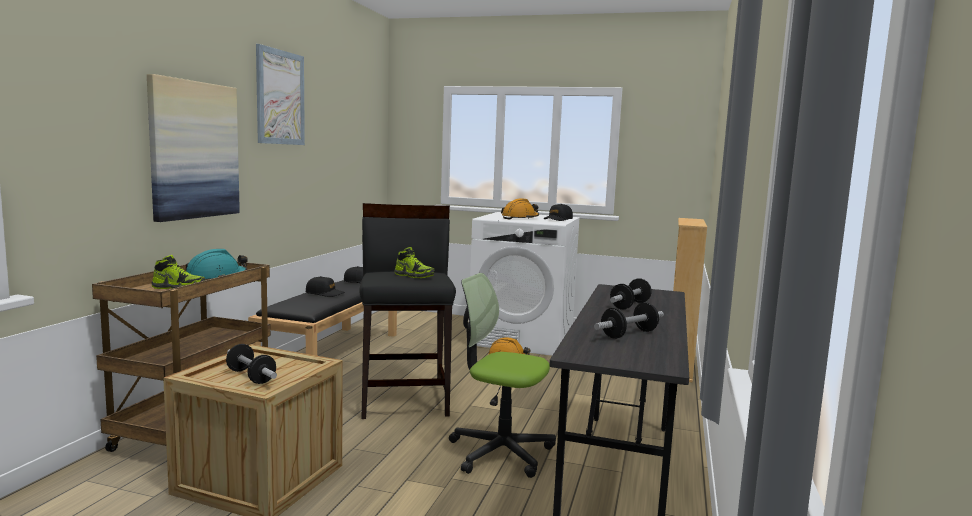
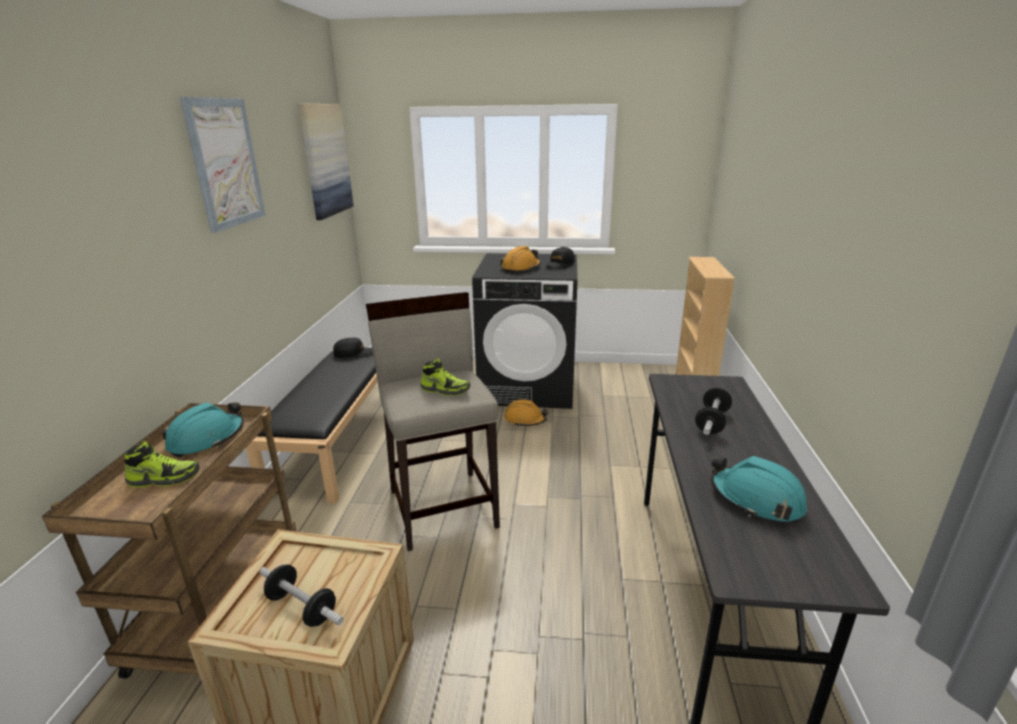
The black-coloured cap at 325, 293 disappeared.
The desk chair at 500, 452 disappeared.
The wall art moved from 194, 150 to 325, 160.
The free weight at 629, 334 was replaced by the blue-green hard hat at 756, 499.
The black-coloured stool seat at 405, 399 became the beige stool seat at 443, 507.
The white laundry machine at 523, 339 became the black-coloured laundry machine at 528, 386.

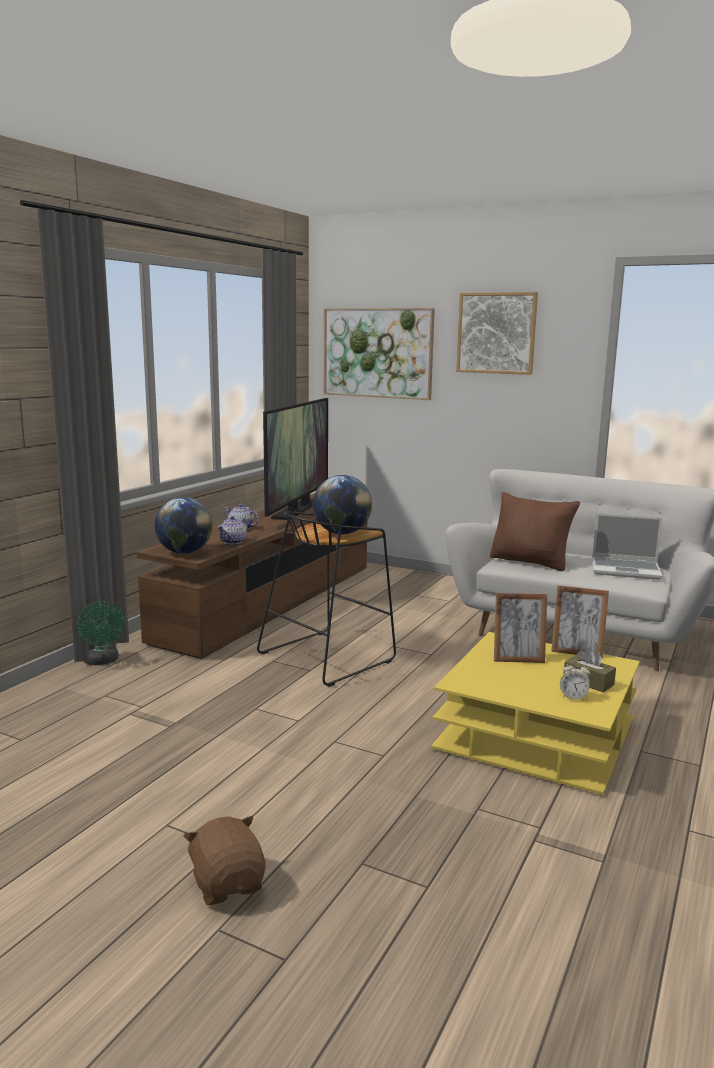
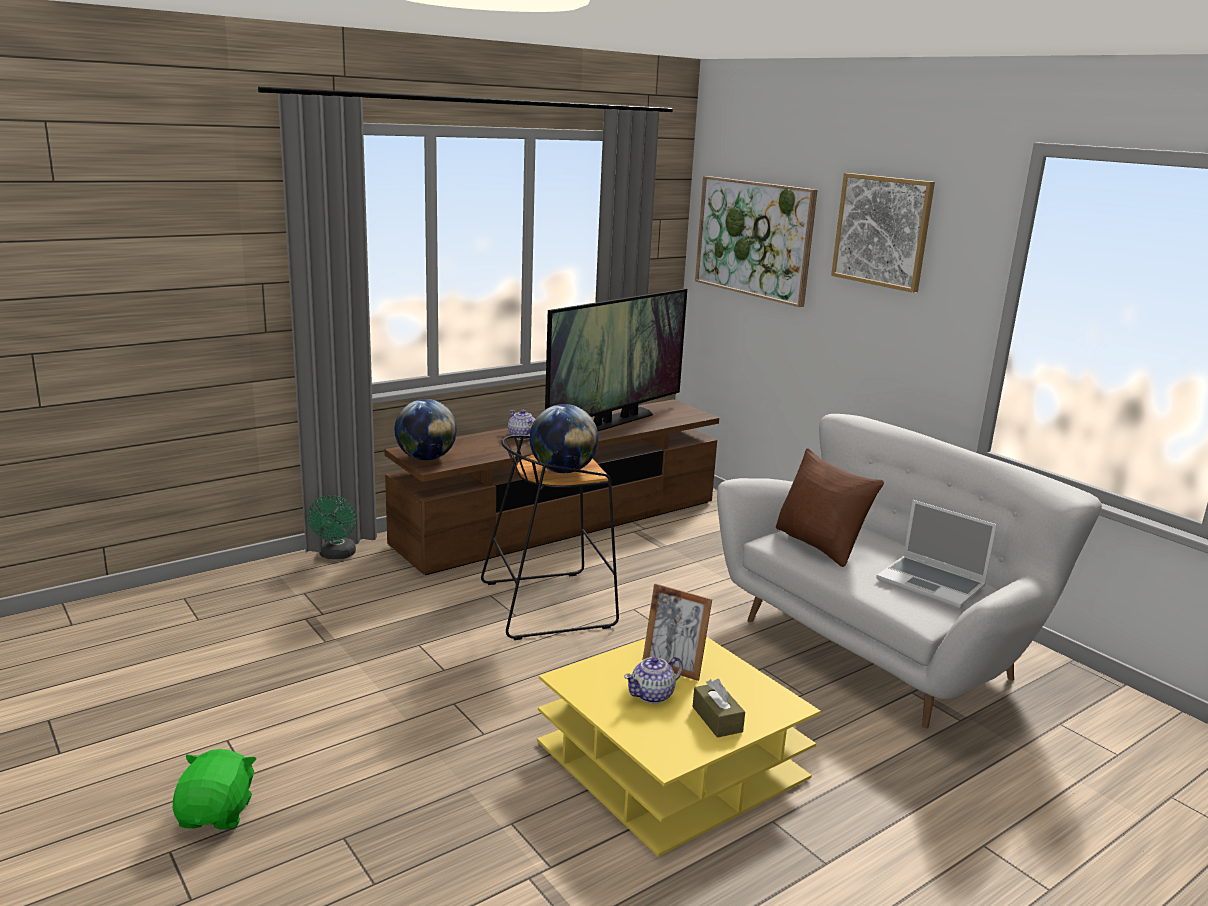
The standing frame at 576, 652 disappeared.
The alarm clock at 573, 697 disappeared.
The pot for tea moved from 233, 542 to 653, 695.
The brown cuddly toy at 228, 884 became the green cuddly toy at 217, 813.

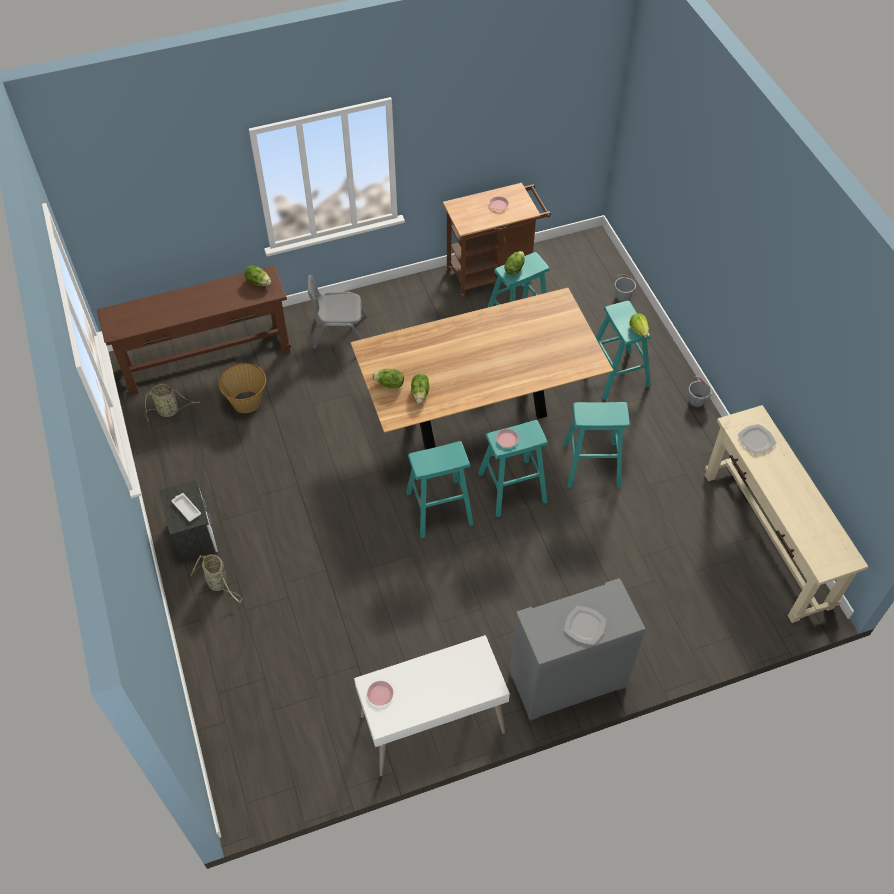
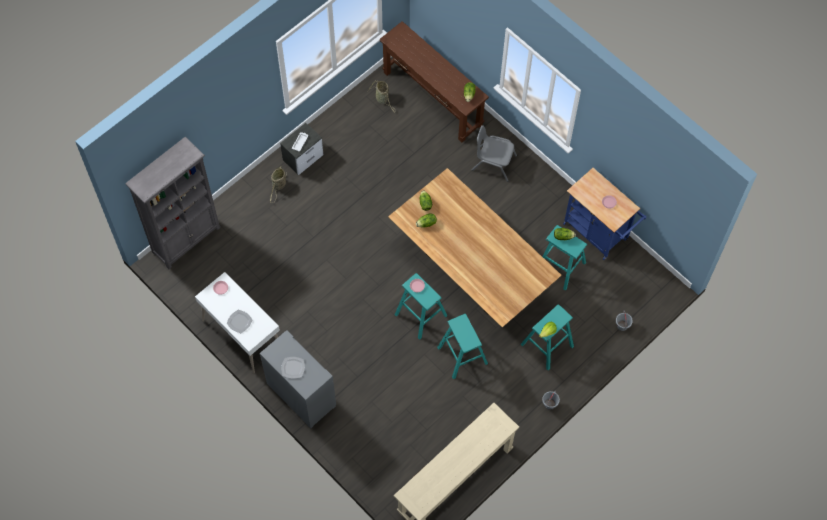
The storage basket at 247, 401 disappeared.
The blue-green stool seat at 439, 508 disappeared.
The grey shelving unit at 186, 239 appeared.
The dinner plate moved from 756, 440 to 240, 321.
The brown wheeled cart at 493, 273 became the bluish wheeled cart at 598, 234.
The grey upright chair at 340, 332 turned 45 degrees counterclockwise.

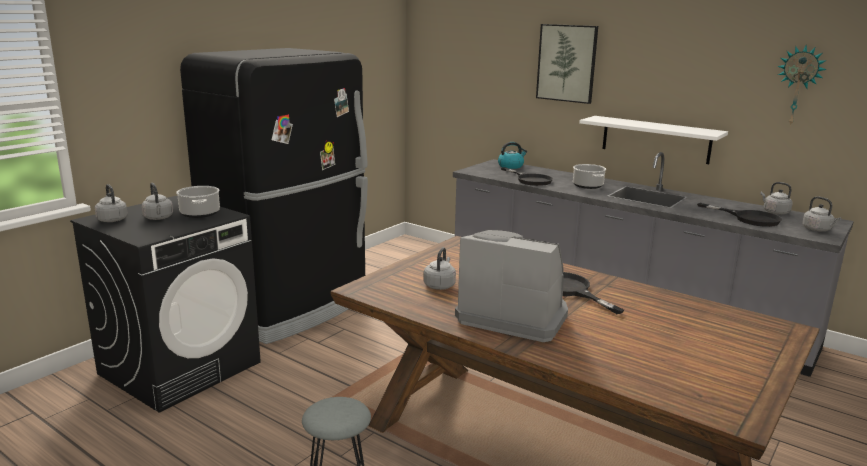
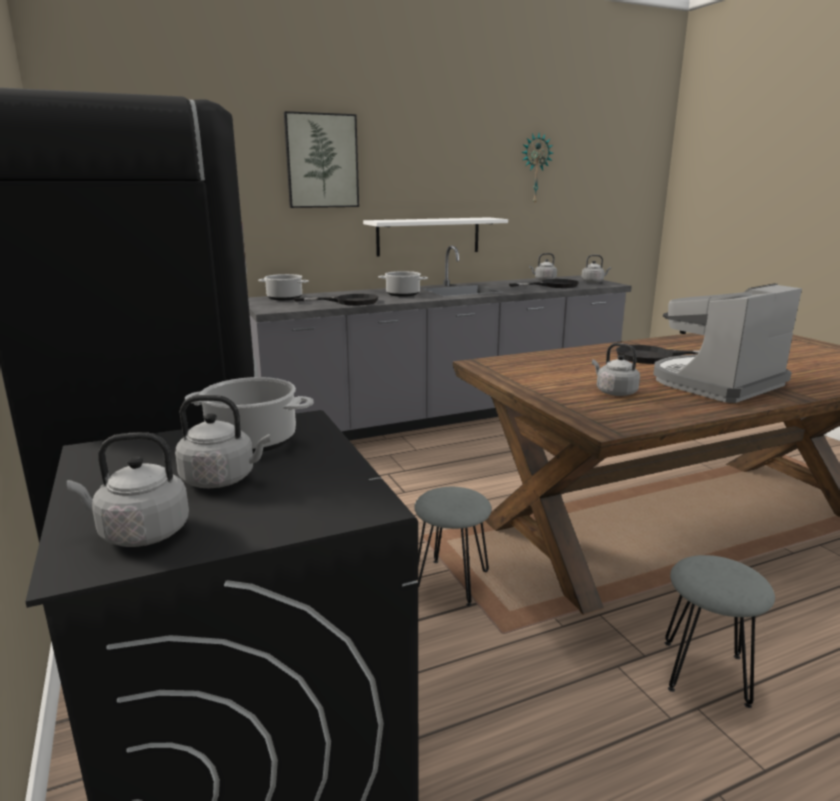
The grey stool seat at 450, 582 appeared.
The tea kettle at 511, 166 was replaced by the stockpot at 284, 298.

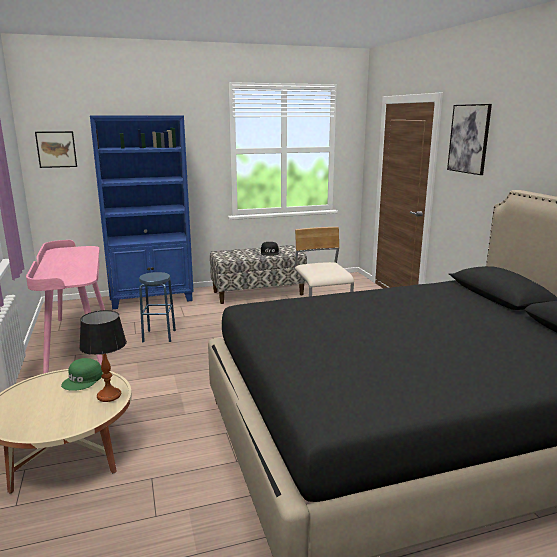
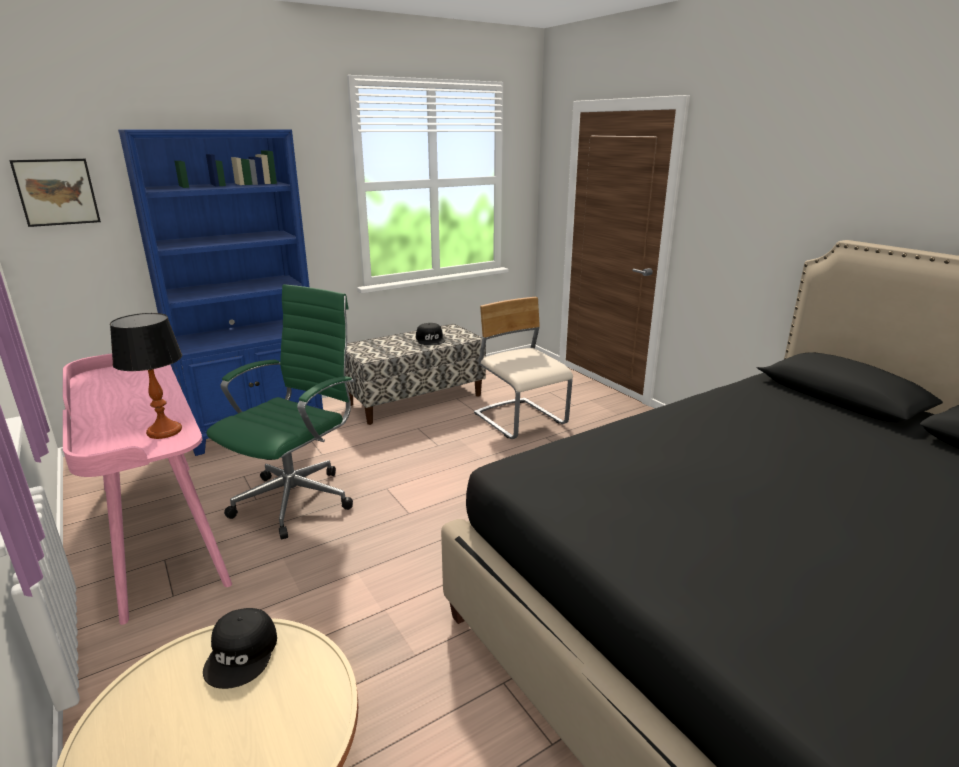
The wall art at 469, 139 disappeared.
The tabletop lamp moved from 108, 395 to 164, 431.
The bluish stool seat at 159, 336 was replaced by the green desk chair at 298, 498.
The green cap at 83, 380 became the black-coloured cap at 242, 653.

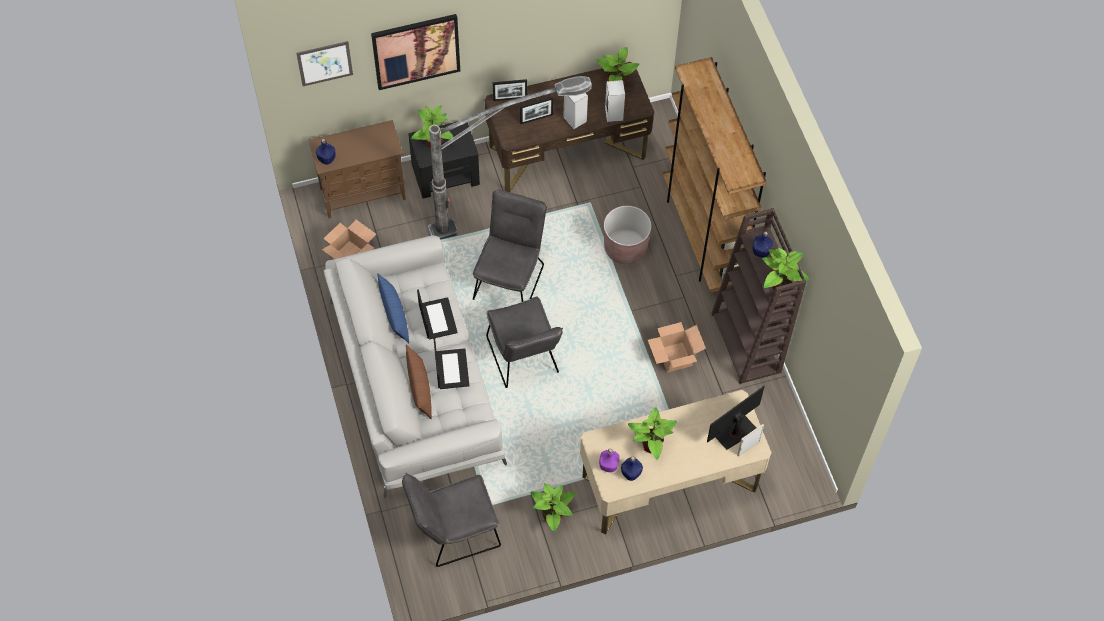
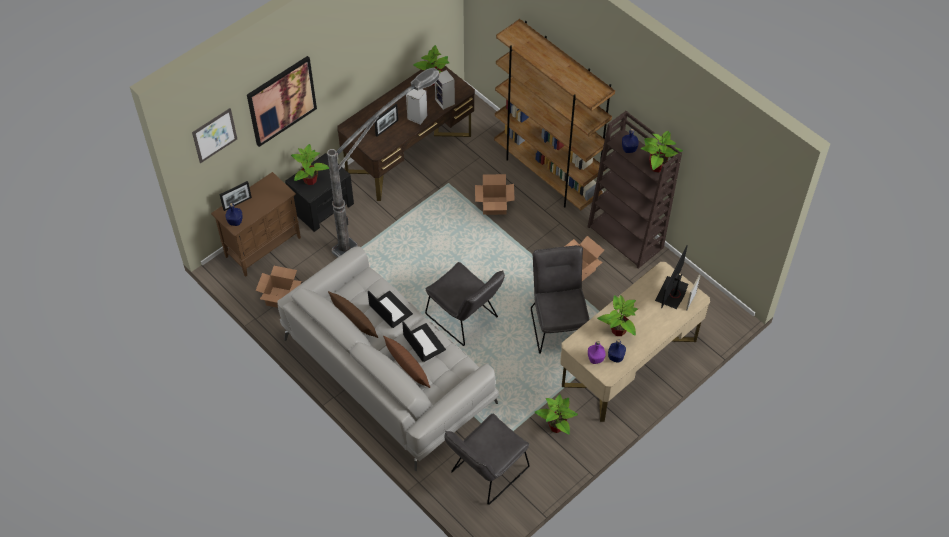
The grey upright chair moved from 510, 277 to 558, 323.
The standing frame moved from 510, 98 to 237, 203.
The brown plant pot at 625, 248 was replaced by the packing box at 494, 205.
The bluish cushion at 394, 315 became the brown cushion at 354, 322.

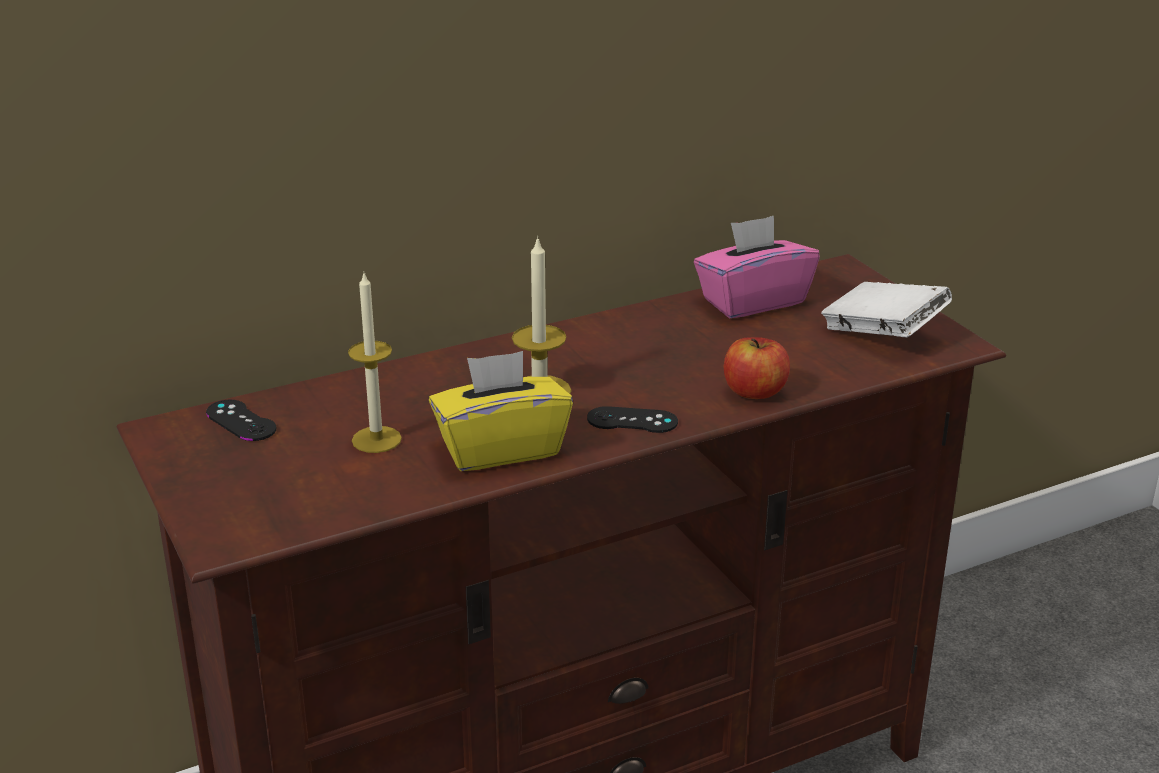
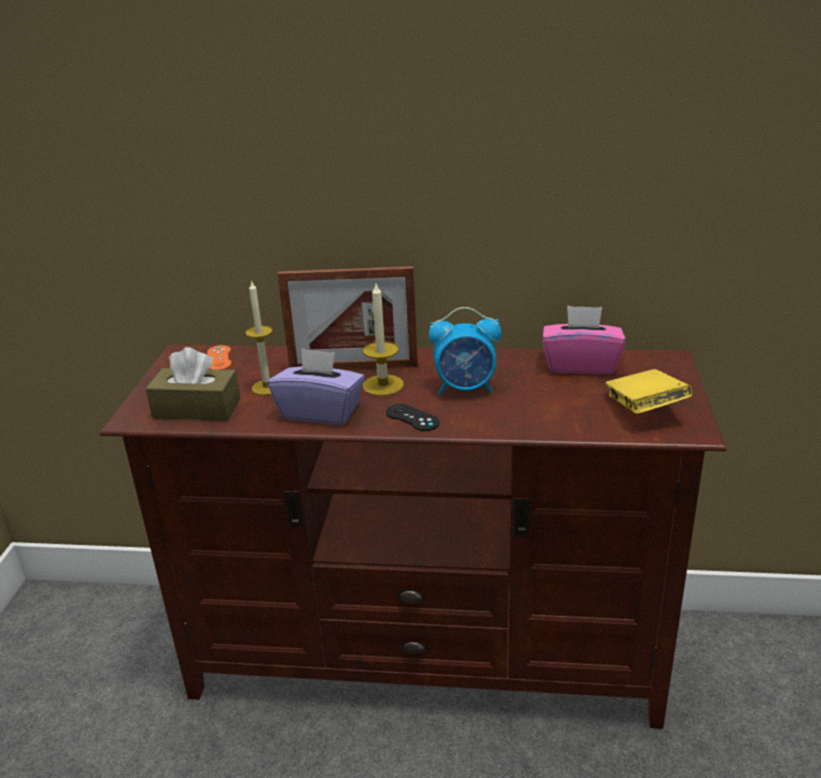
The apple fruit at 754, 392 disappeared.
The brown tissue box at 197, 409 appeared.
The standing frame at 353, 367 appeared.
The alarm clock at 466, 388 appeared.
The black-coloured joypad at 241, 421 became the orangey joypad at 219, 358.
The yellowish tissue box at 500, 448 became the purple-coloured tissue box at 320, 412.
The white volume at 882, 334 became the yellowish volume at 644, 409.

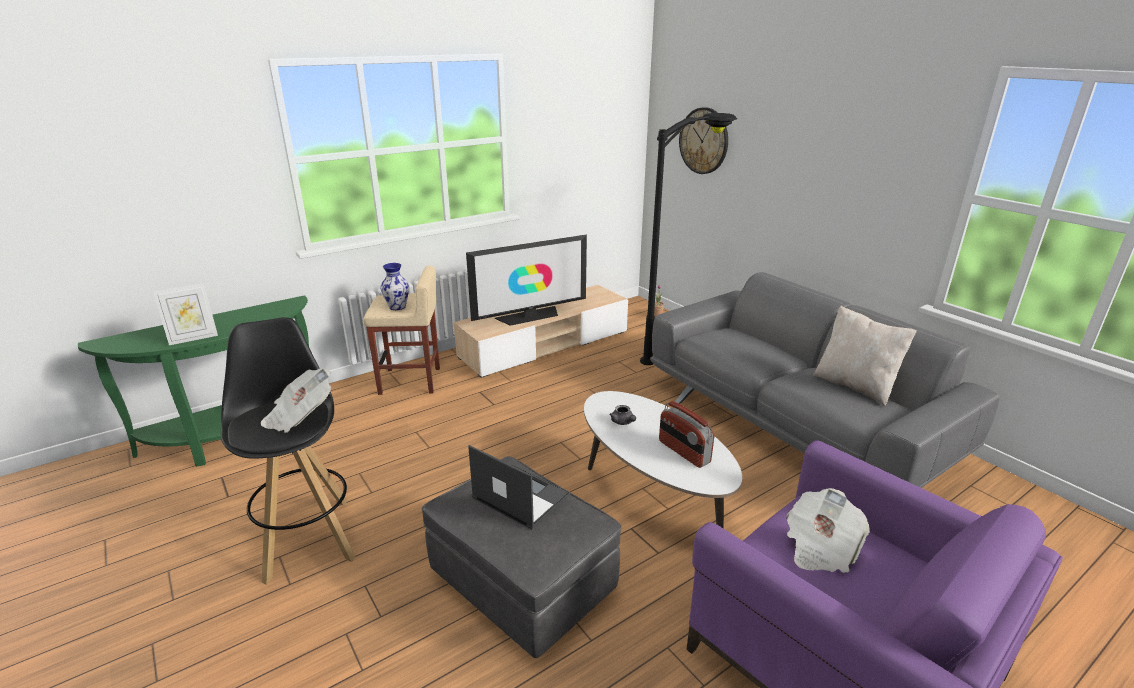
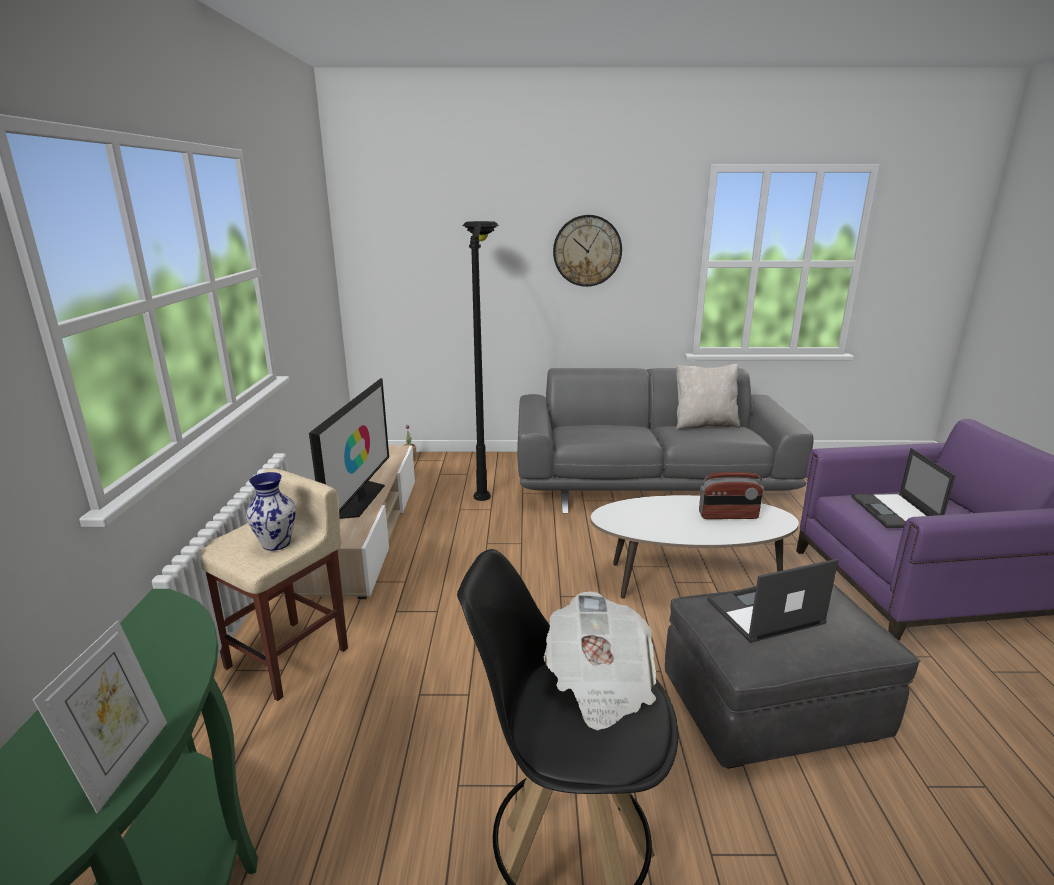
The grey pot for tea at 623, 422 disappeared.
The hanging clock moved from 704, 141 to 587, 251.
The daily paper at 820, 547 was replaced by the portable computer at 895, 512.

